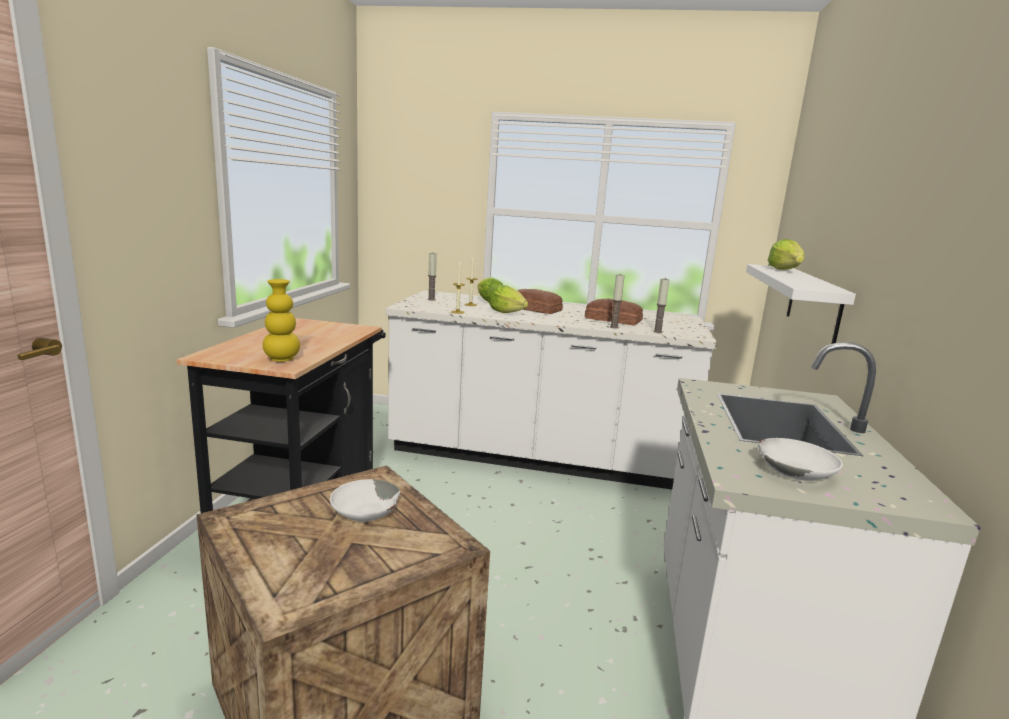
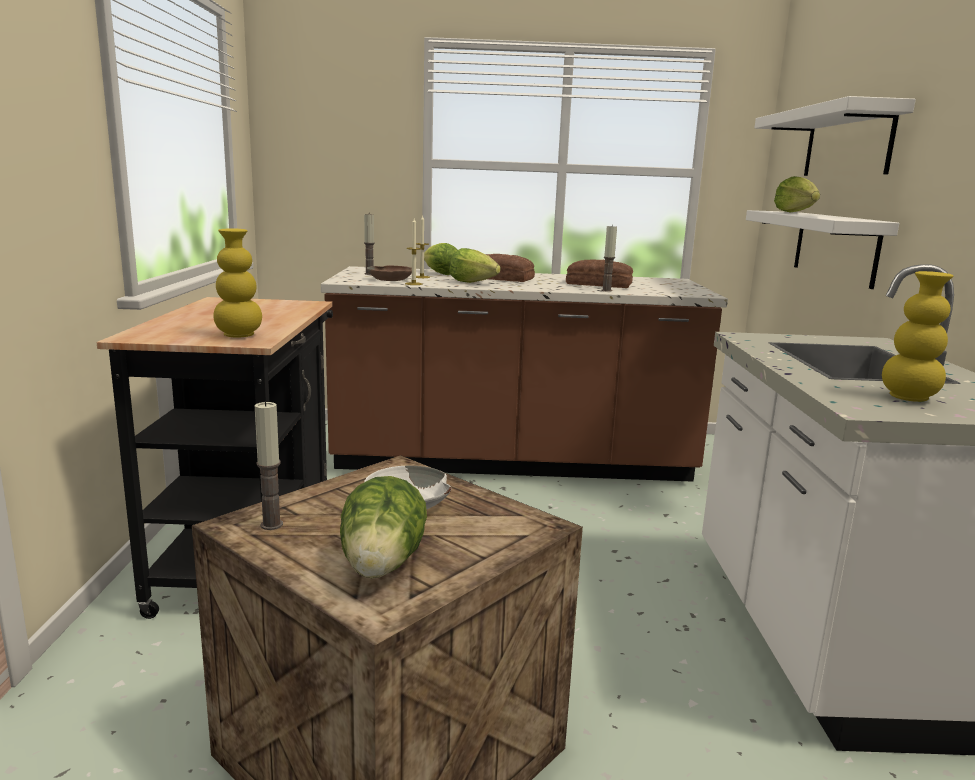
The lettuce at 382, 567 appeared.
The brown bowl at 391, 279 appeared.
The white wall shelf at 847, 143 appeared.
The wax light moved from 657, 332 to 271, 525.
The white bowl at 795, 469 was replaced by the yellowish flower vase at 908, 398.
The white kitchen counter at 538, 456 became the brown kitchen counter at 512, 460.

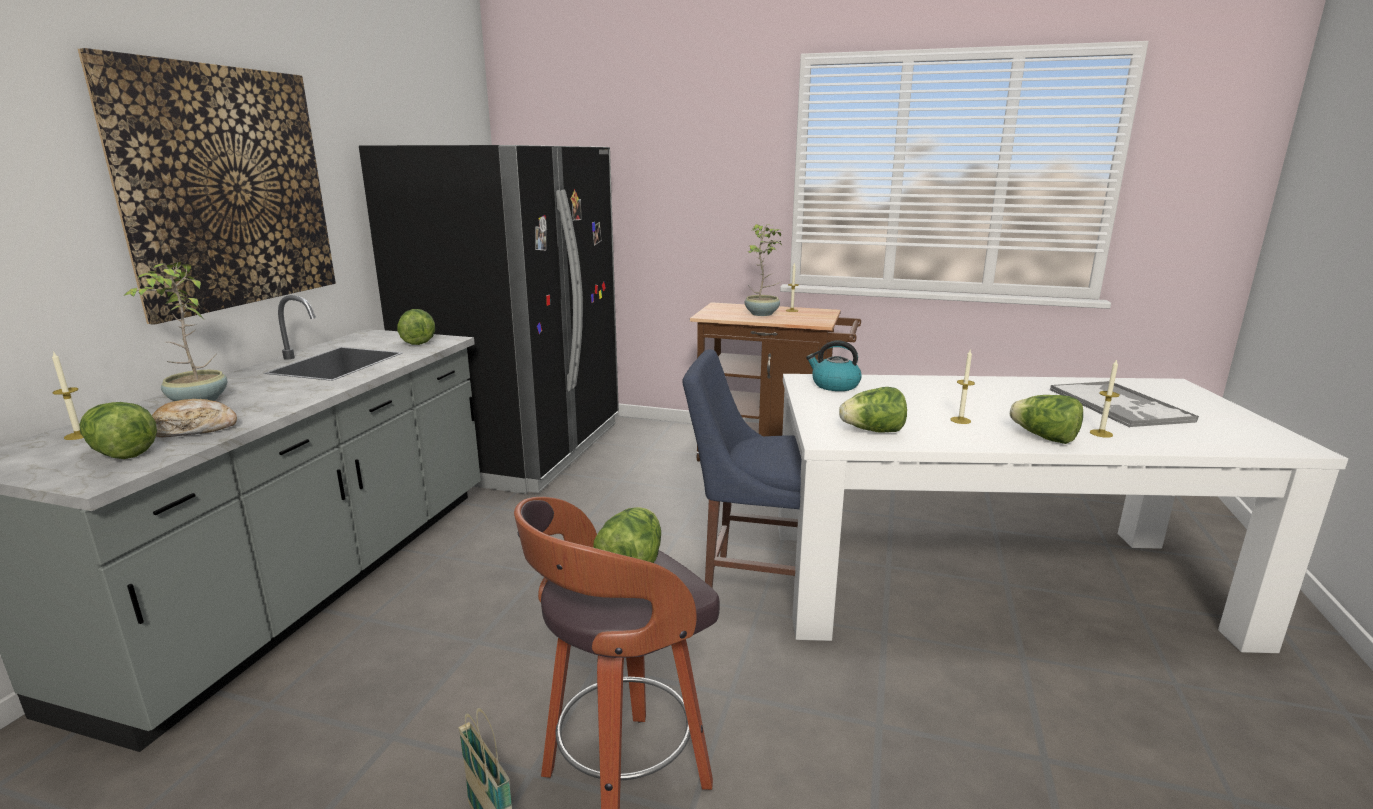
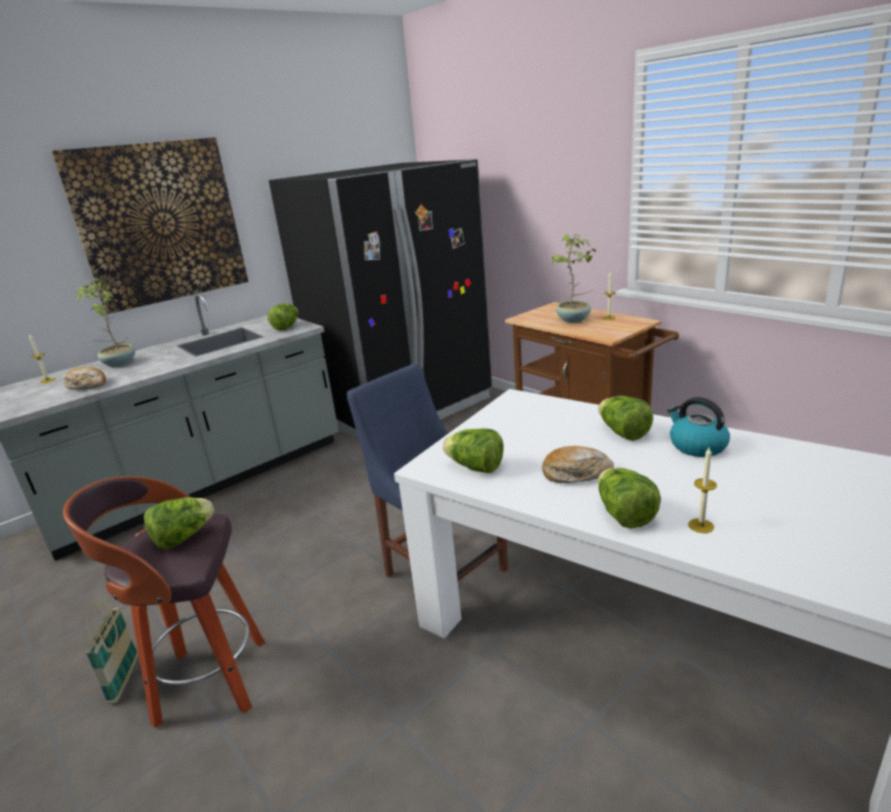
The tray at 1119, 406 disappeared.
The lettuce moved from 120, 453 to 623, 433.
The tea kettle moved from 834, 385 to 696, 446.
The wax light at 960, 420 was replaced by the bread at 576, 473.

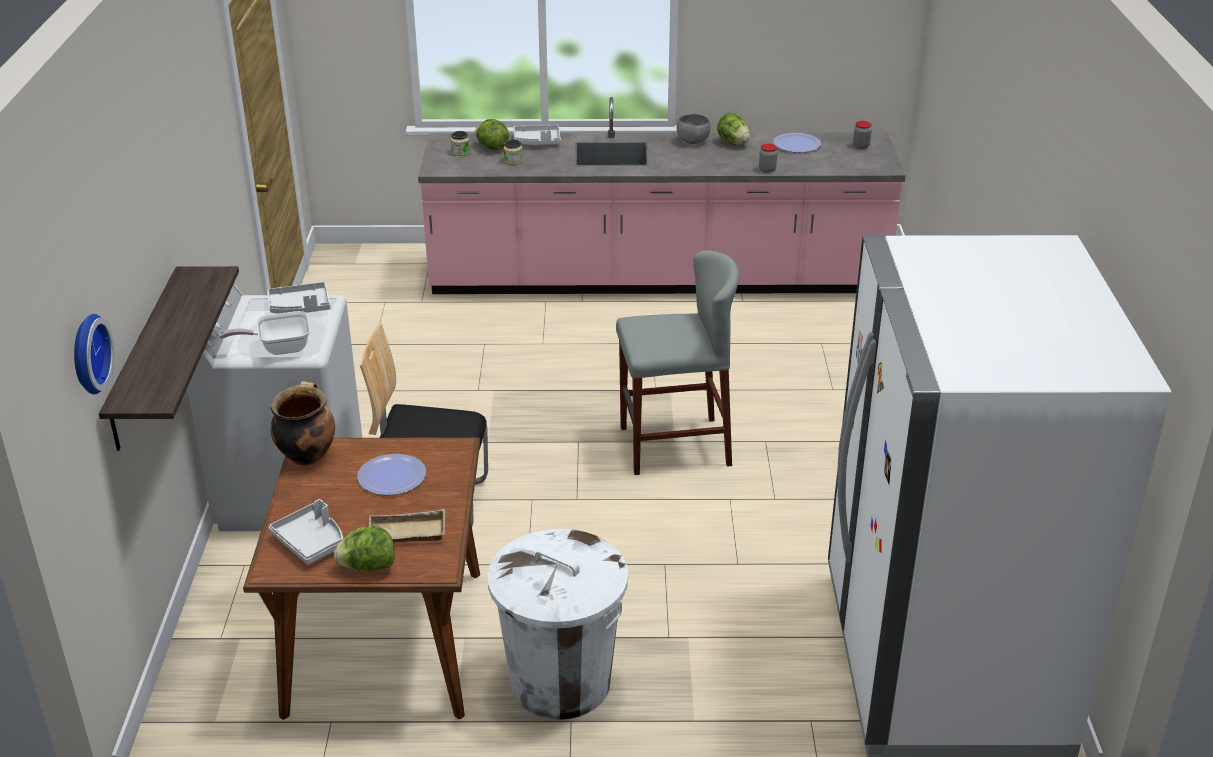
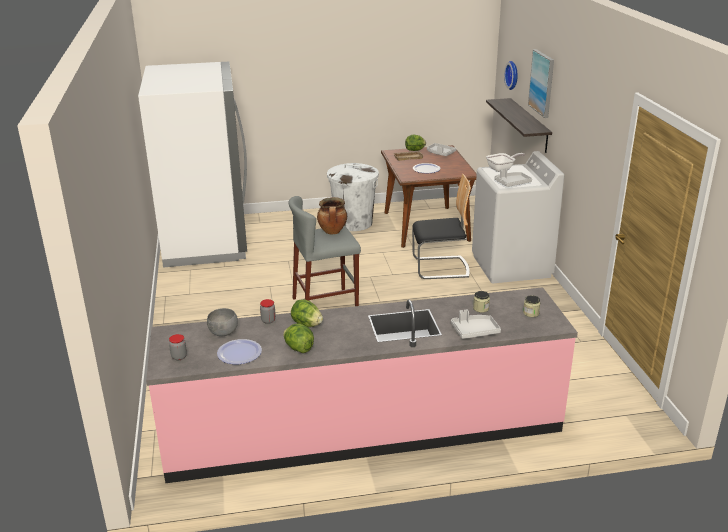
The wall art at 542, 83 appeared.
The stockpot moved from 306, 455 to 333, 232.
The lettuce moved from 492, 148 to 307, 324.
The grey bowl moved from 692, 141 to 223, 333.

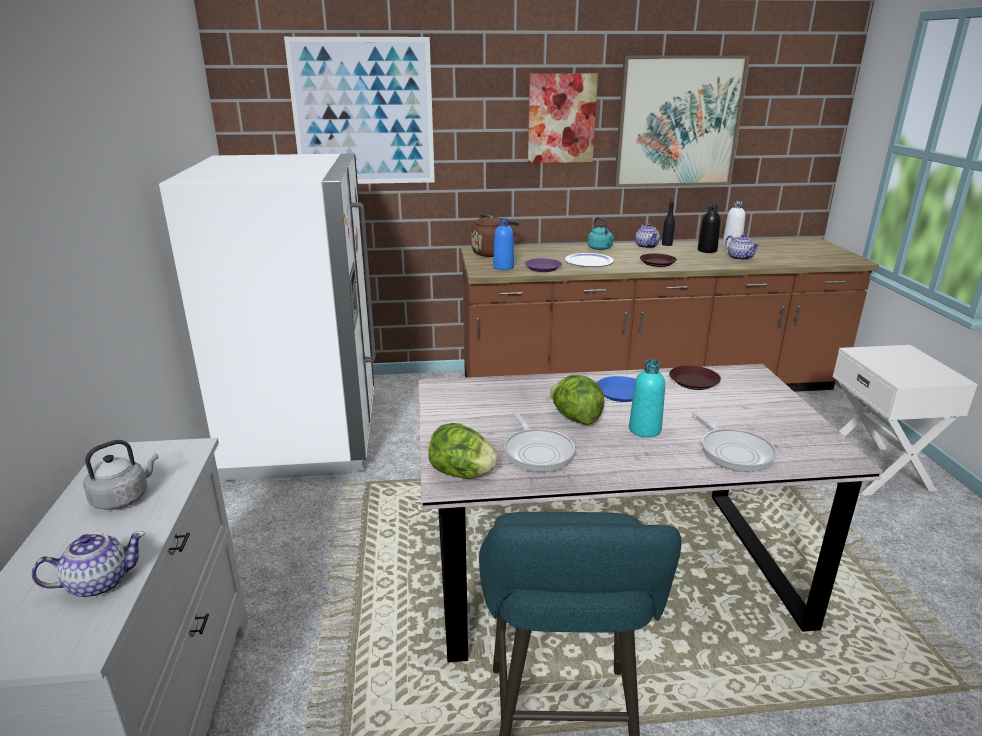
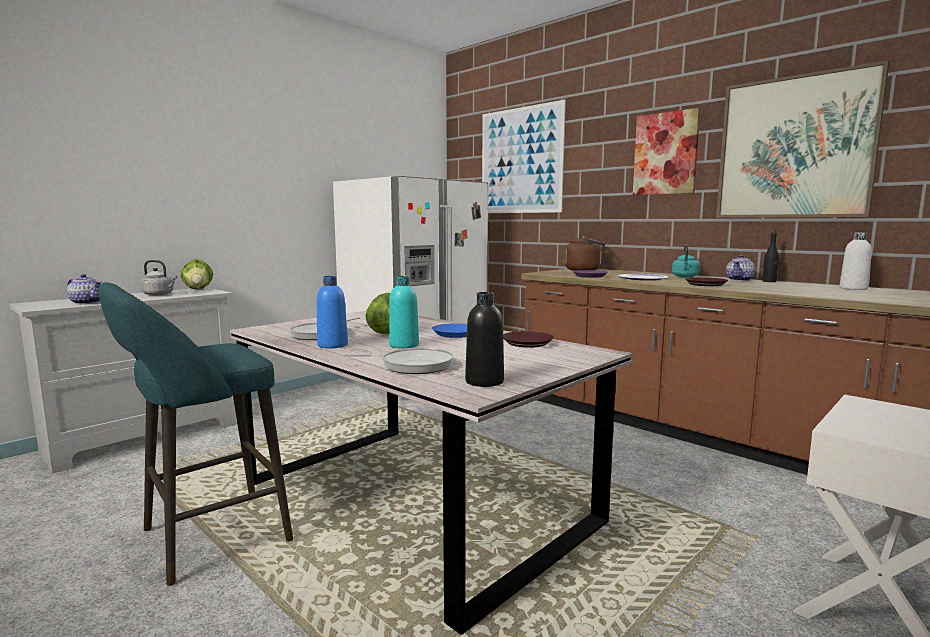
The pot for tea at 739, 258 disappeared.
The lettuce moved from 461, 474 to 198, 289.
The bluish beverage bottle moved from 503, 267 to 332, 345.
The black-coloured beverage bottle moved from 707, 250 to 484, 381.
The skillet at 733, 452 turned 120 degrees counterclockwise.

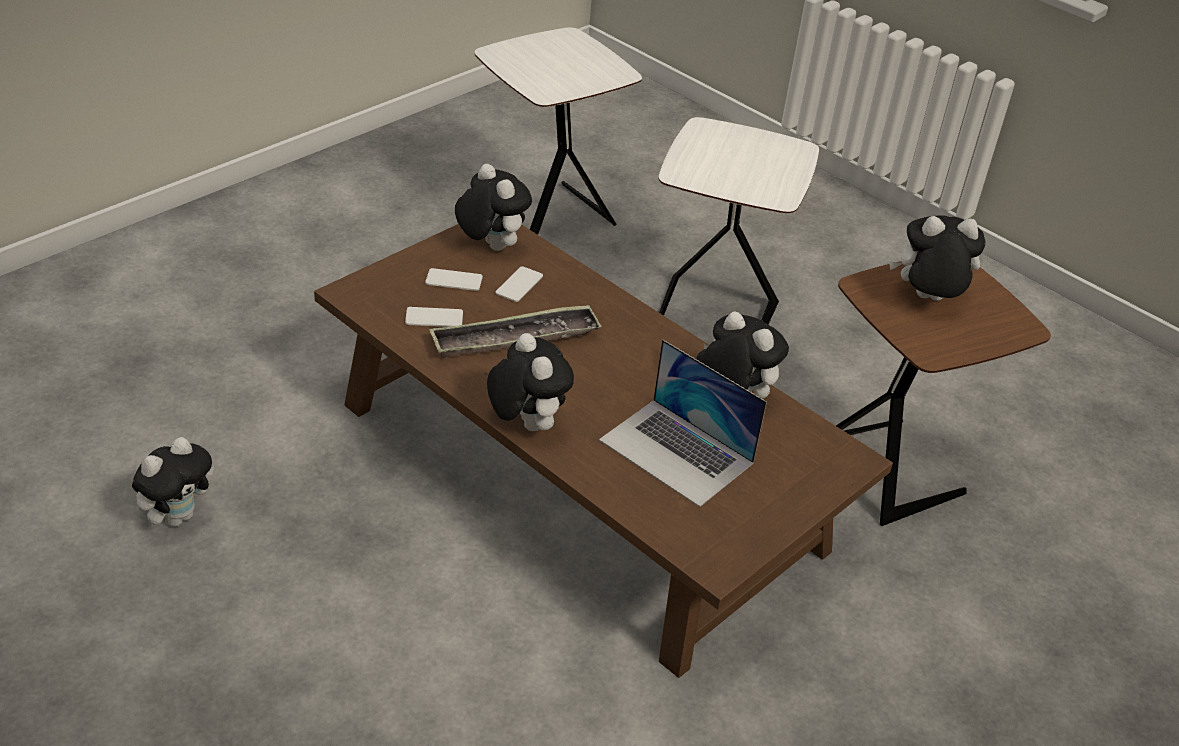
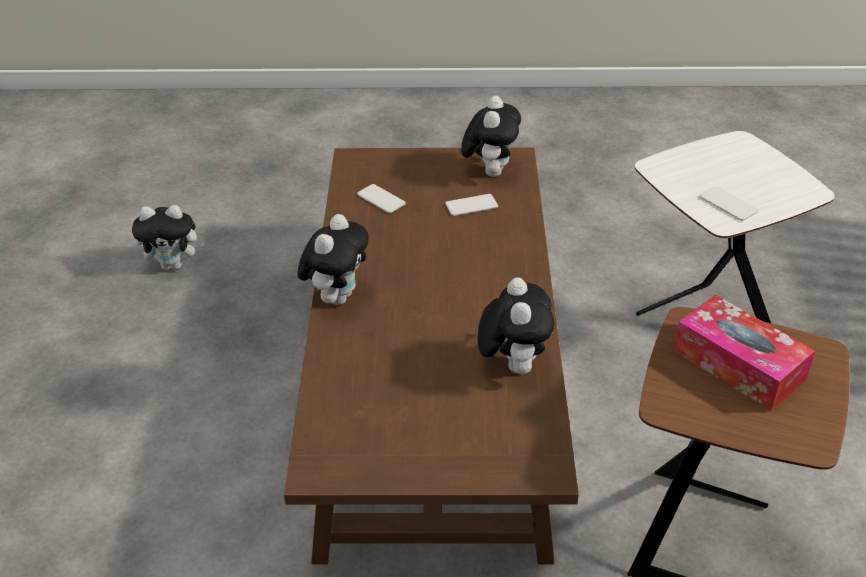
The tray at 515, 339 disappeared.
The white end table at 546, 216 disappeared.
The portable computer at 676, 451 disappeared.
The phone moved from 454, 280 to 728, 204.
The cuddly toy at 927, 300 was replaced by the tissue box at 738, 365.

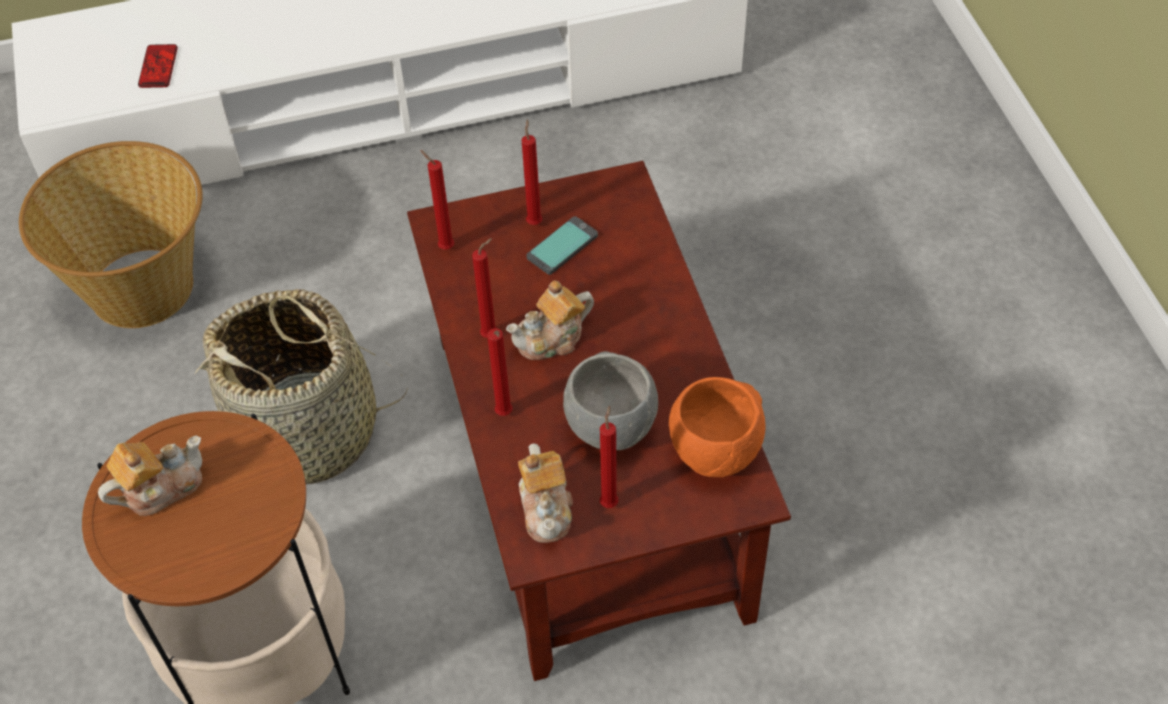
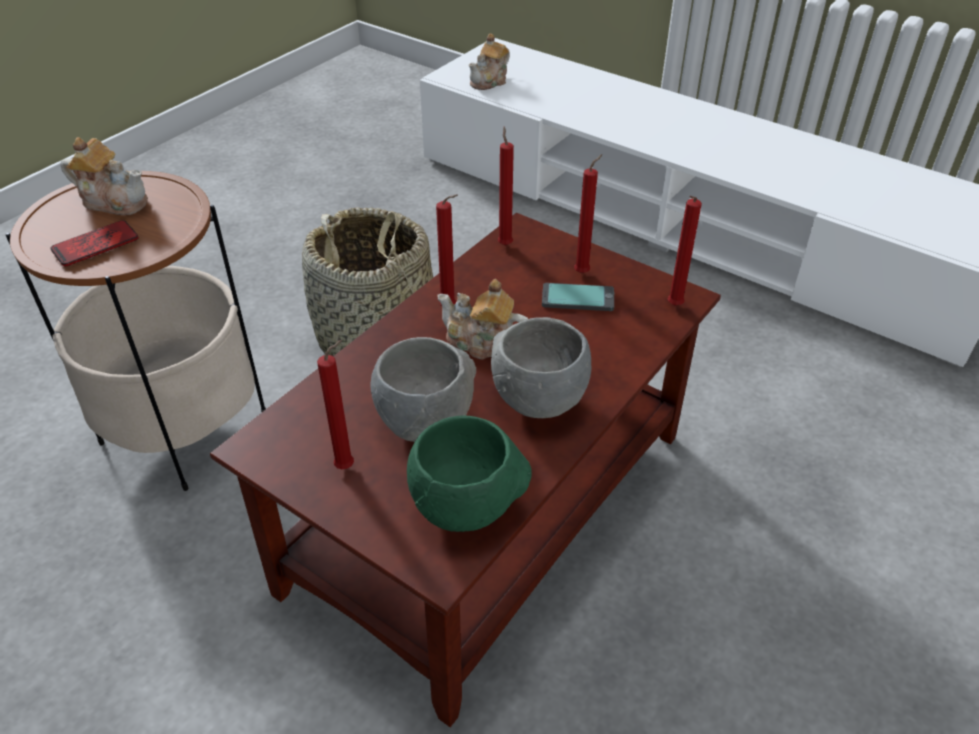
The storage basket at 144, 287 disappeared.
The grey bowl at 538, 401 appeared.
The phone moved from 158, 67 to 95, 244.
The red-coloured wax light moved from 504, 415 to 673, 306.
The pot for tea moved from 546, 508 to 490, 81.
The orangey bowl at 716, 453 became the green bowl at 466, 510.

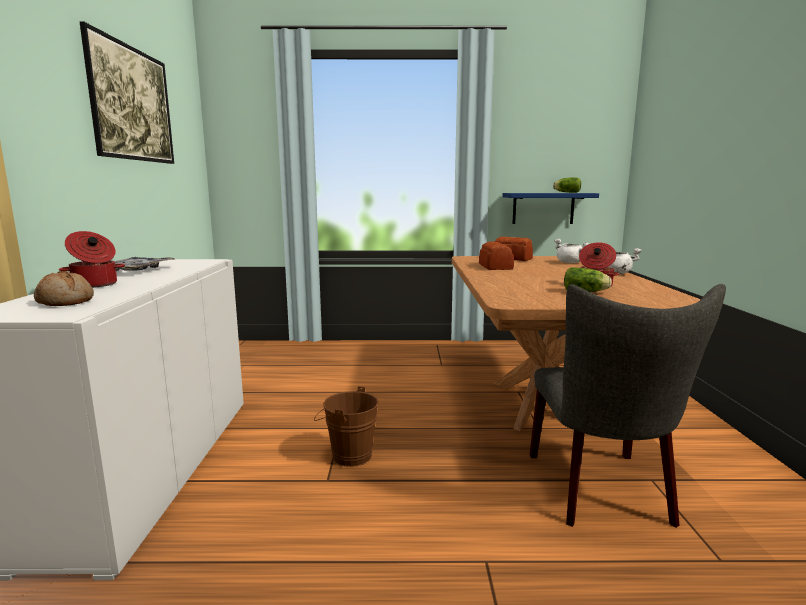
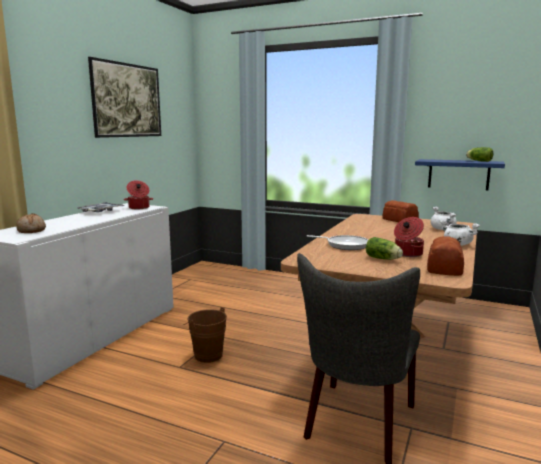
The skillet at 345, 245 appeared.
The stockpot moved from 95, 285 to 139, 208.
The bread moved from 495, 267 to 443, 268.

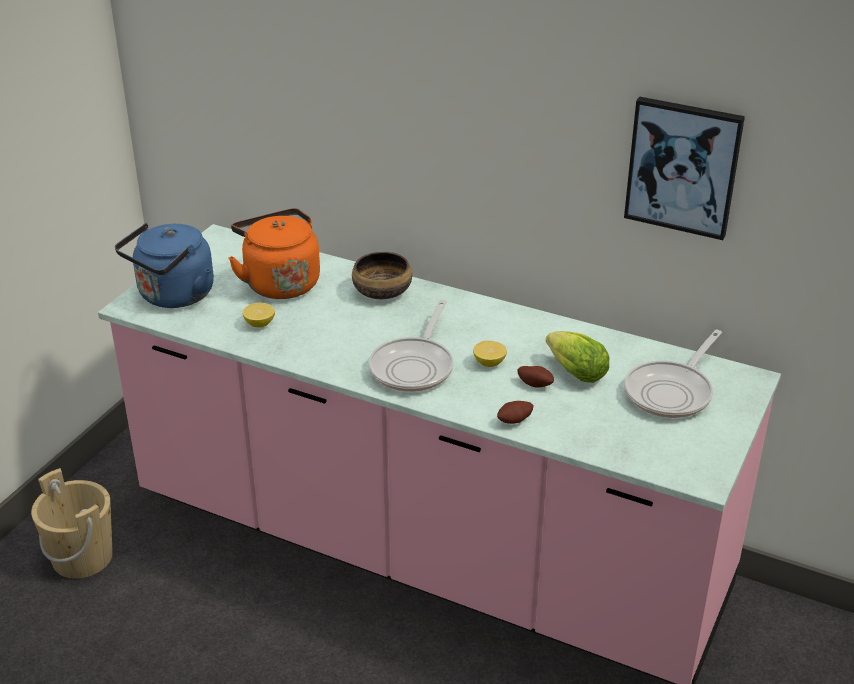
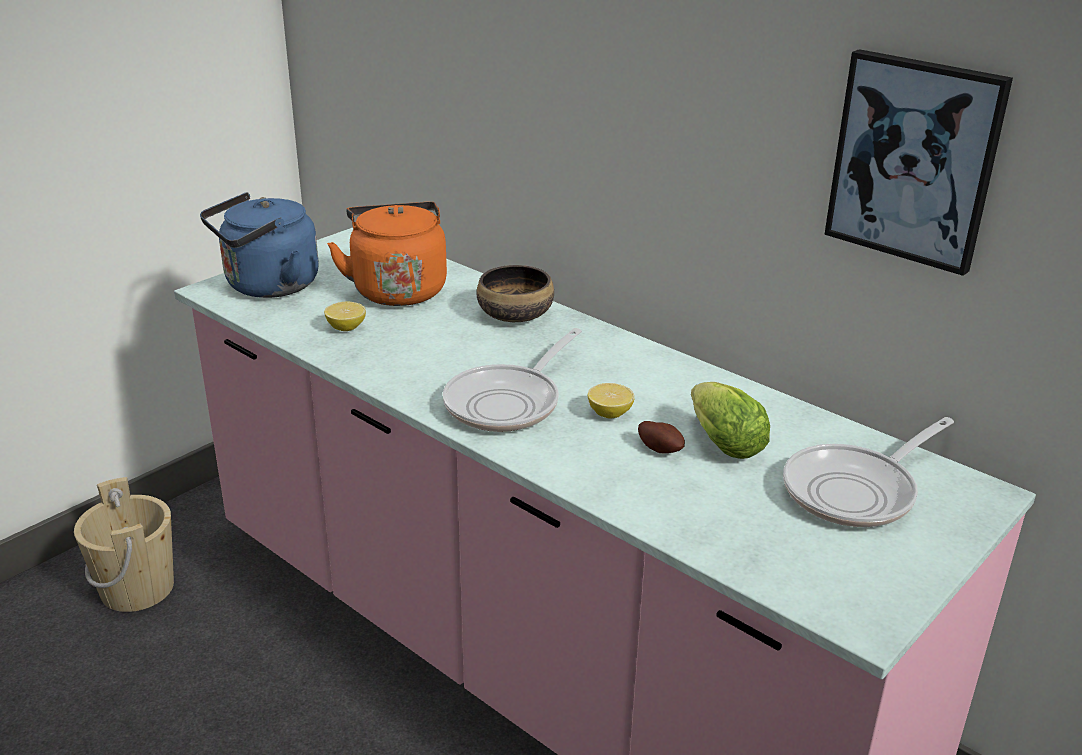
The whole potato at 515, 421 disappeared.

